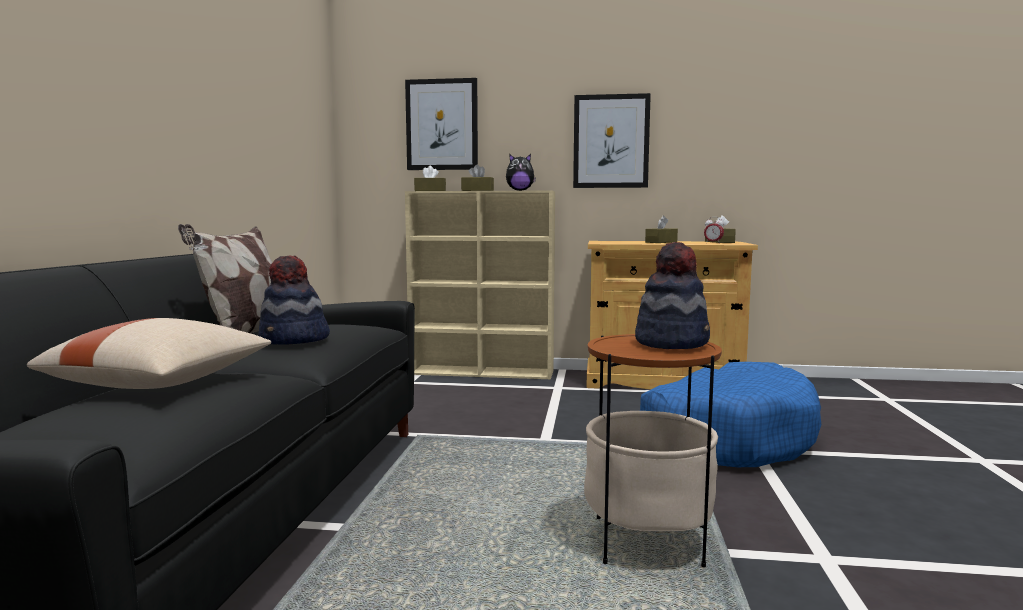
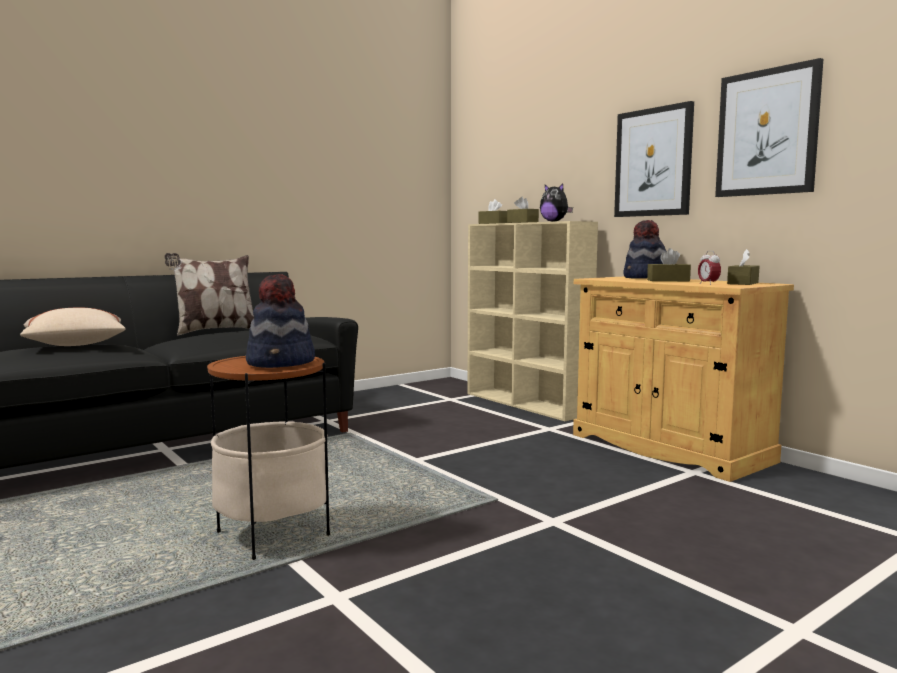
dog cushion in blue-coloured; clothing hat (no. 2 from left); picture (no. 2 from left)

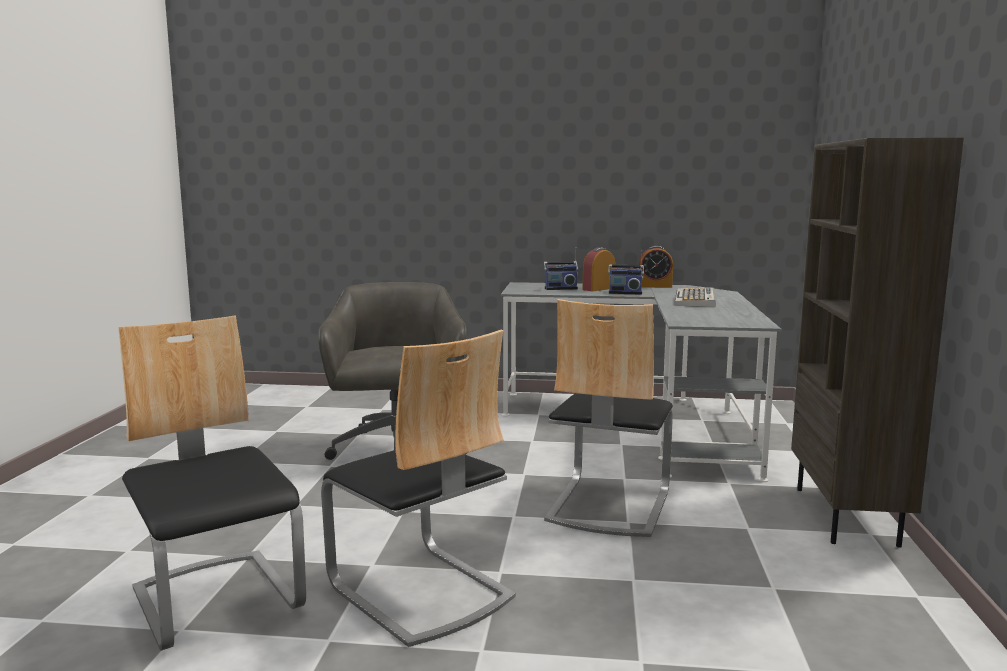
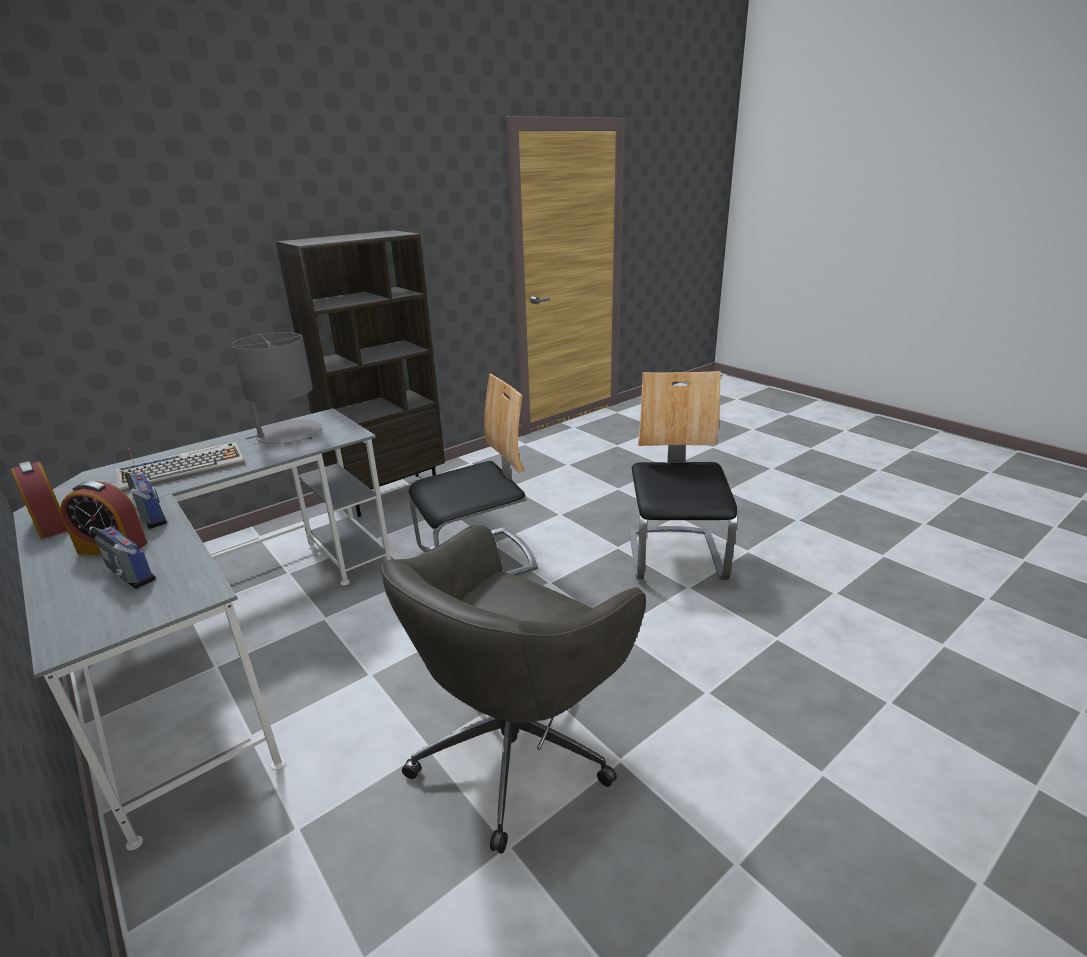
chair (no. 1 from left in the first image); lamp for a table in gray

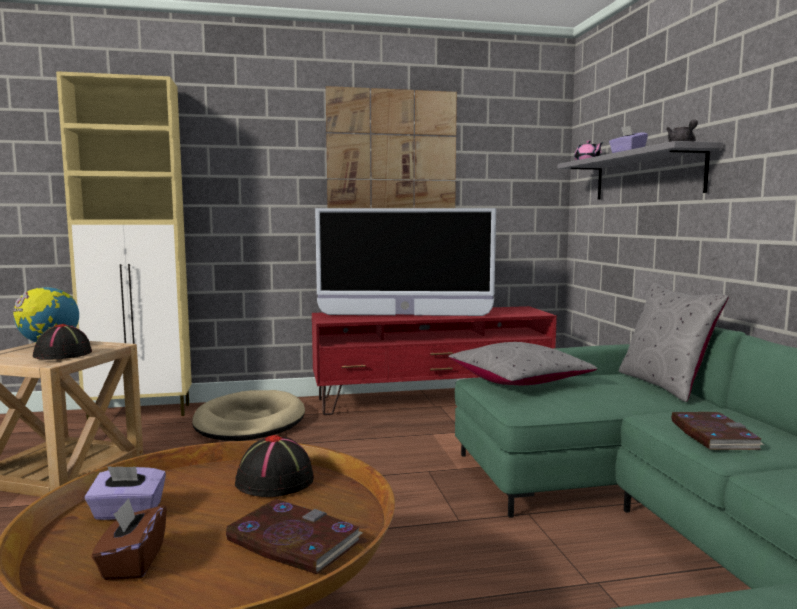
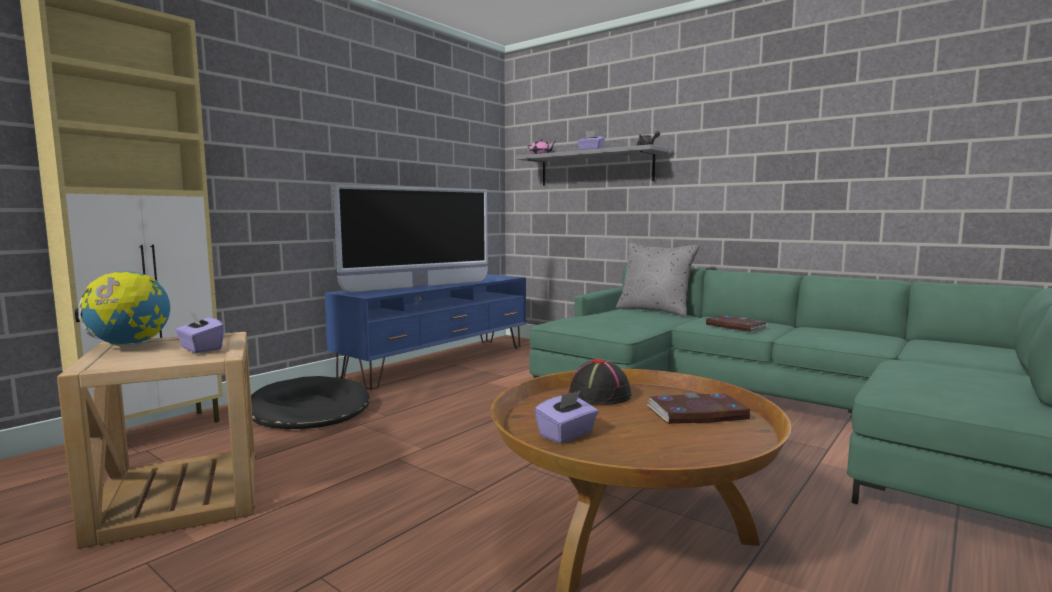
tissue holder in brown; picture; throw pillow in gray (no. 1 from left in the first image); tissue holder in purple-coloured (no. 1 from left); dog cushion in blackish; media console in blue-coloured

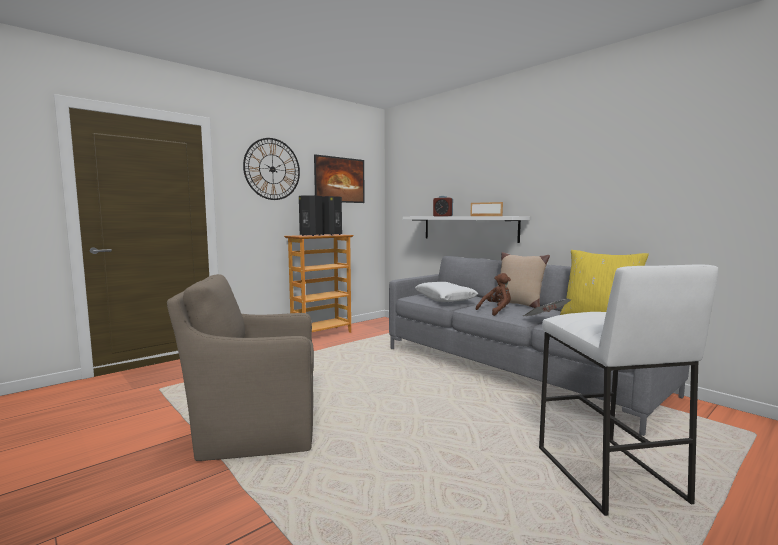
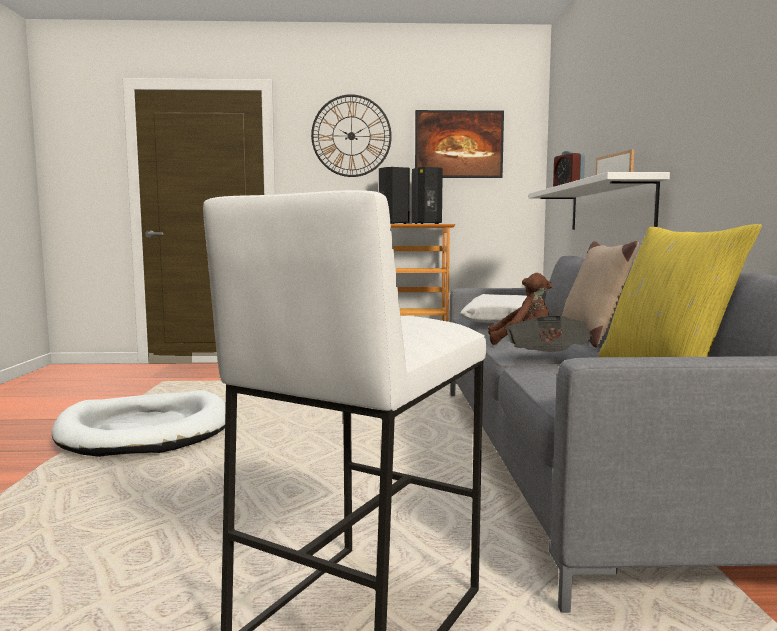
dog cushion in white

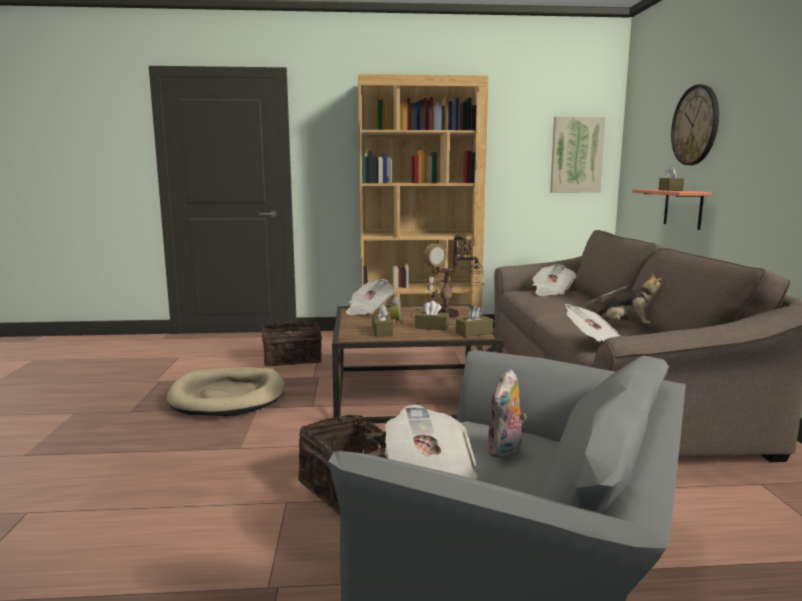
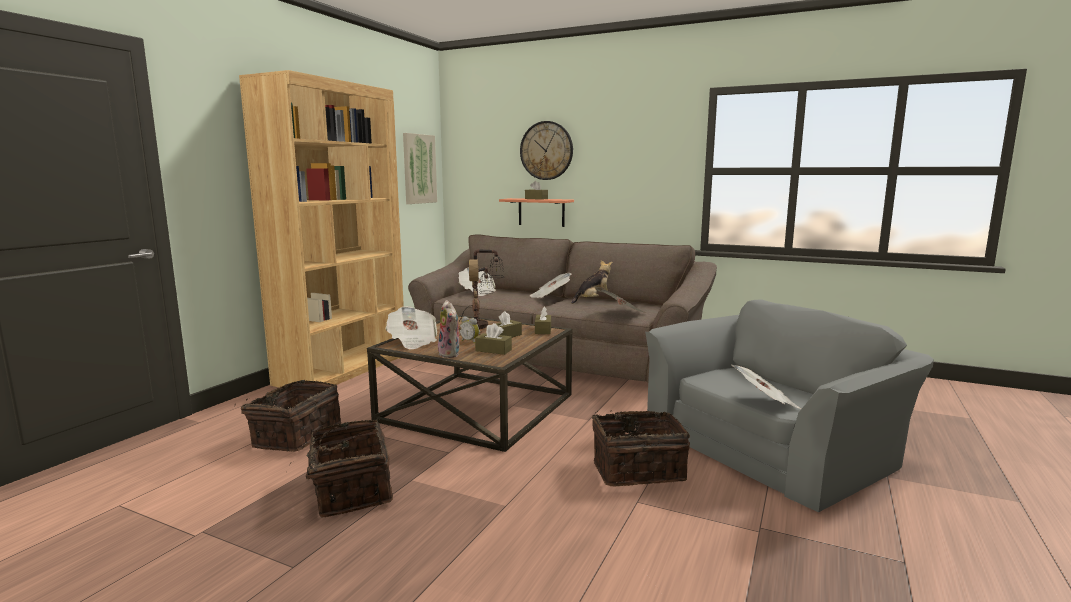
plush toy (no. 1 from left); storage basket (no. 2 from left)

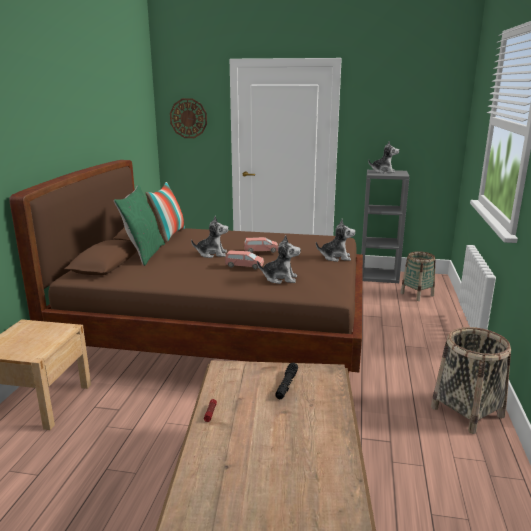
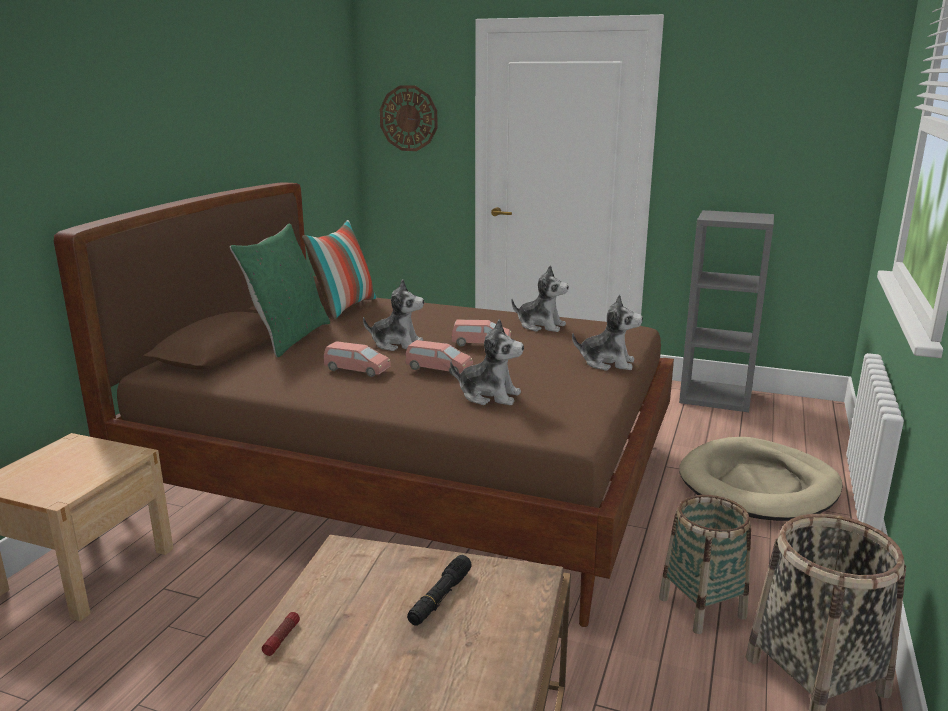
miniature car in pink-coloured (no. 1 from left); dog cushion in beige-coloured; plush toy (no. 3 from left); storage basket (no. 1 from left)

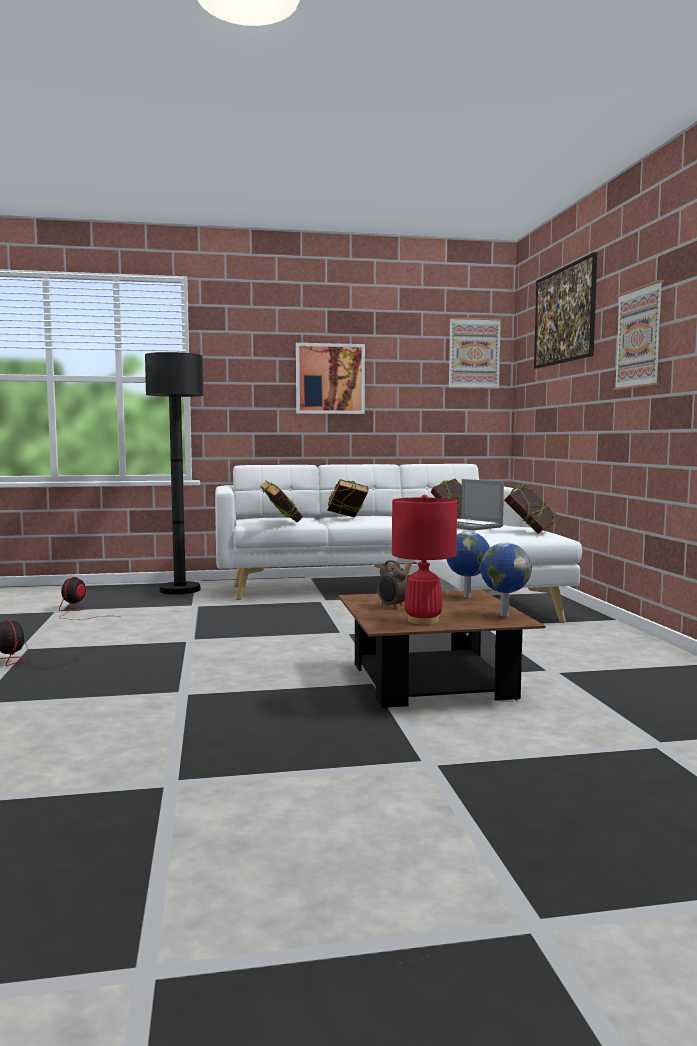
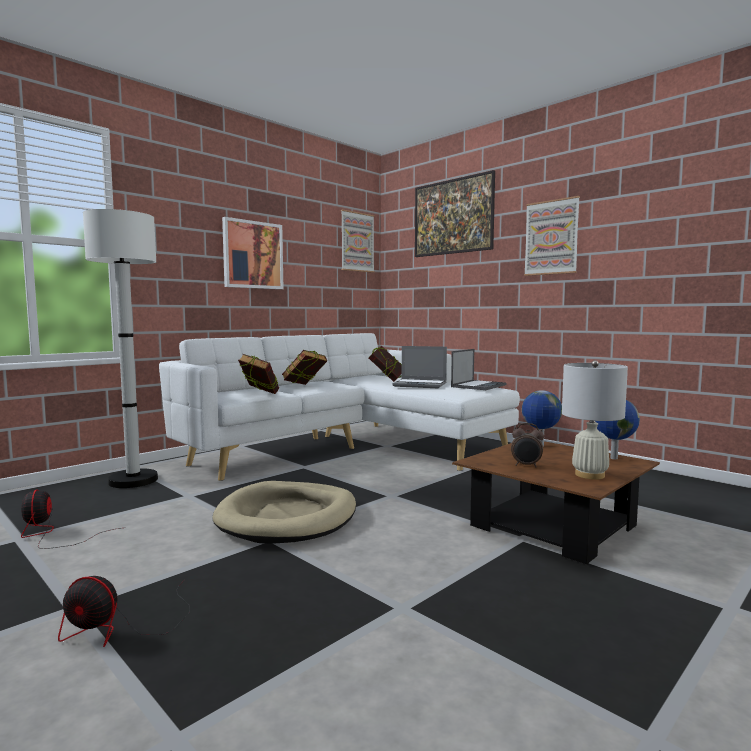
dog cushion in beige-coloured; laptop (no. 2 from left); standing lamp in white; lamp for a table in white

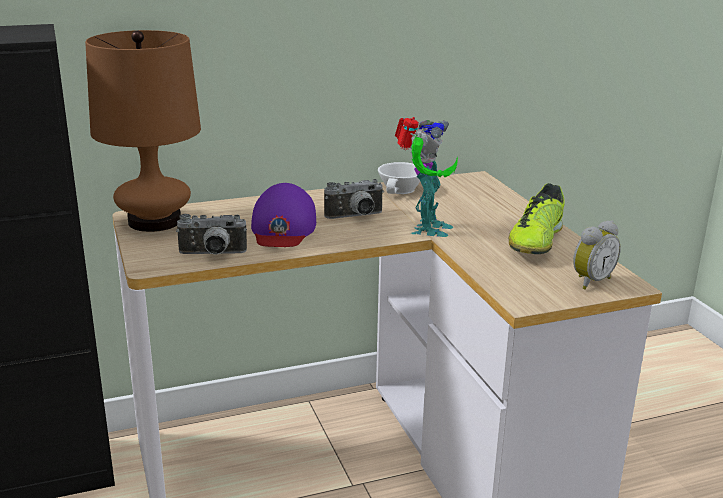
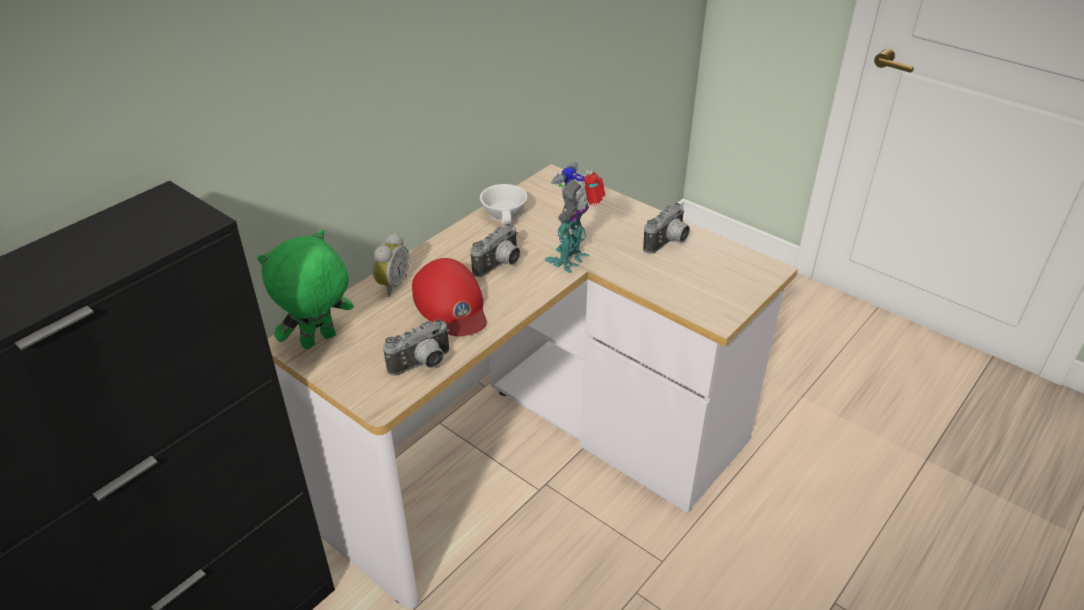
alarm clock; plush toy in green; photo camera (no. 3 from left); baseball cap in red; model robot

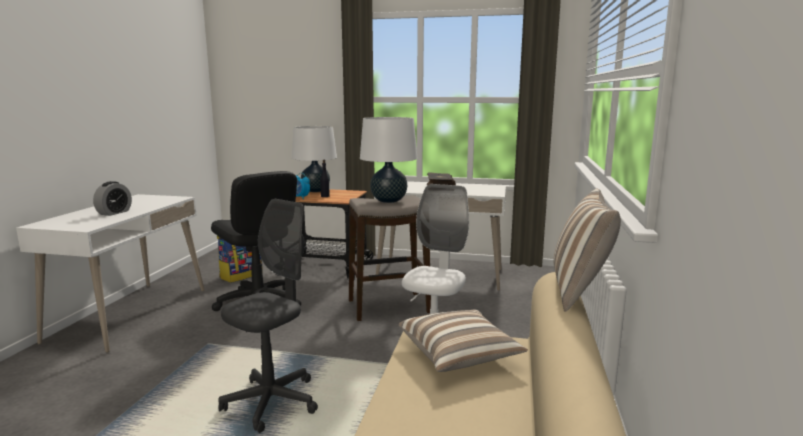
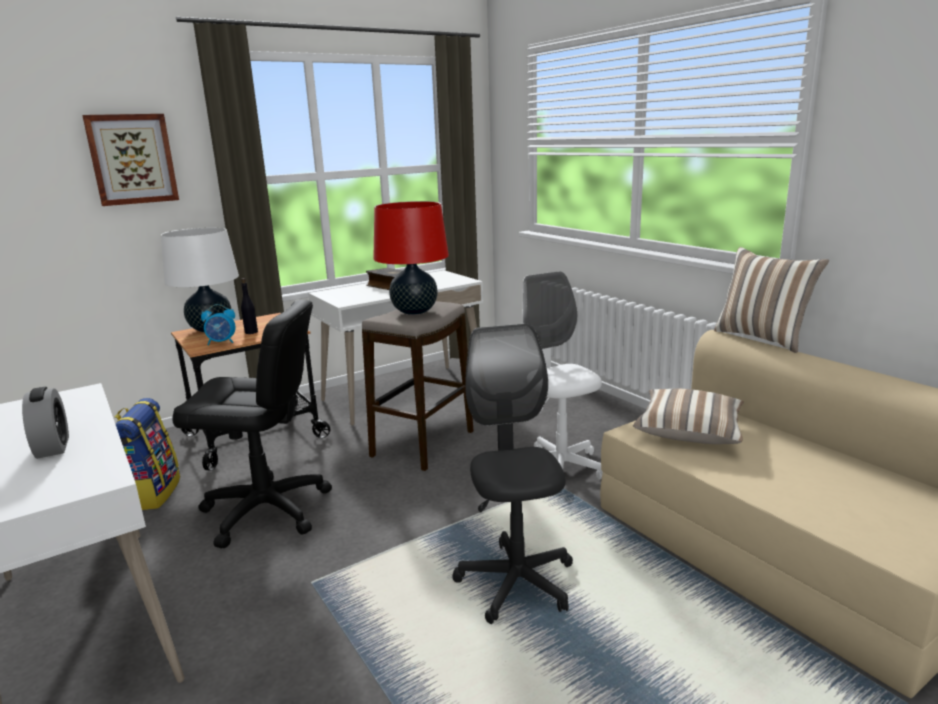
picture; lamp for a table in red

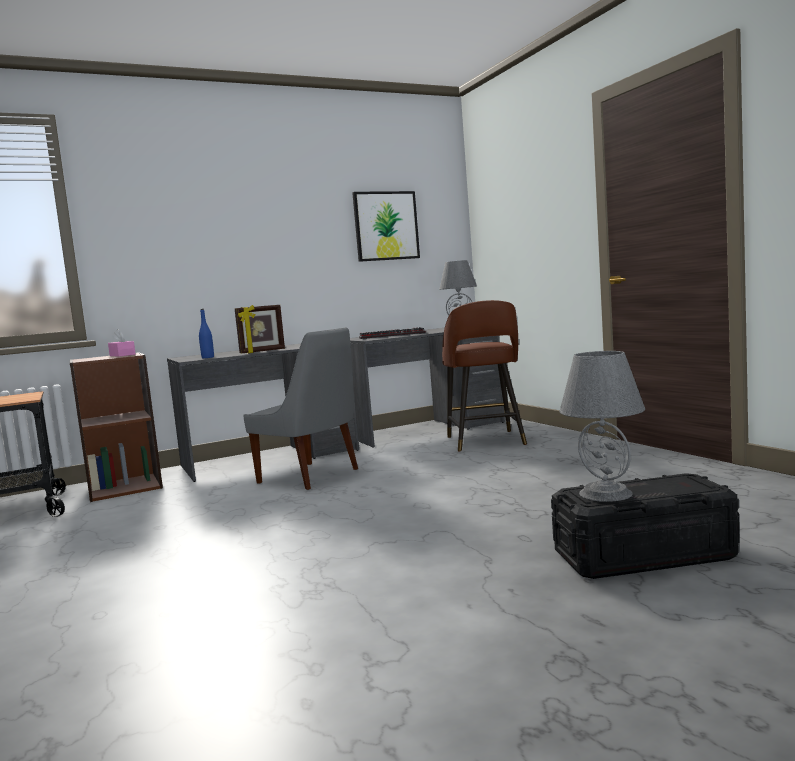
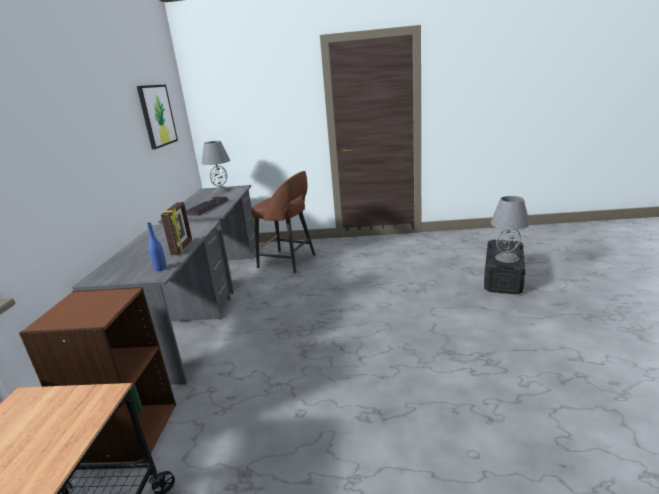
tissue holder in pink-coloured; chair in gray

